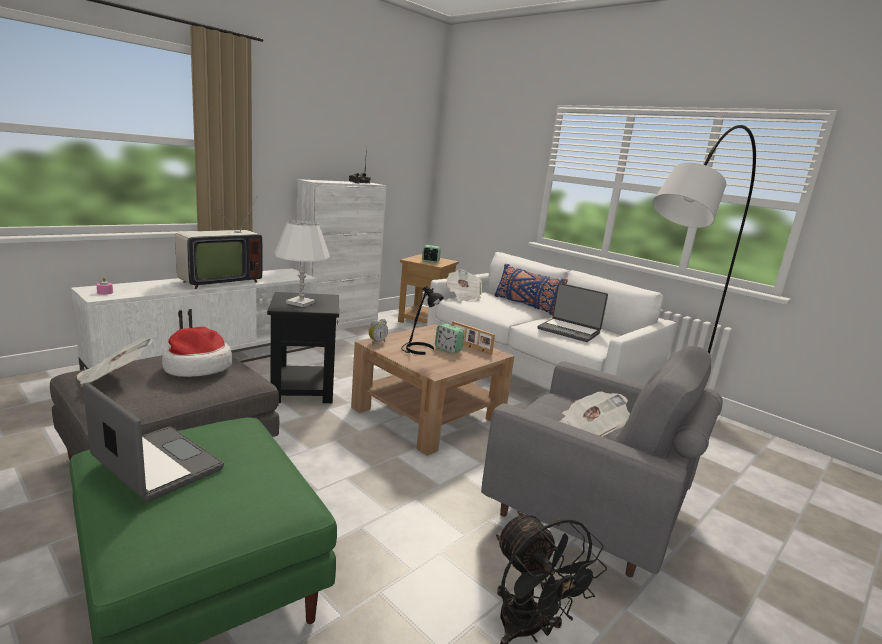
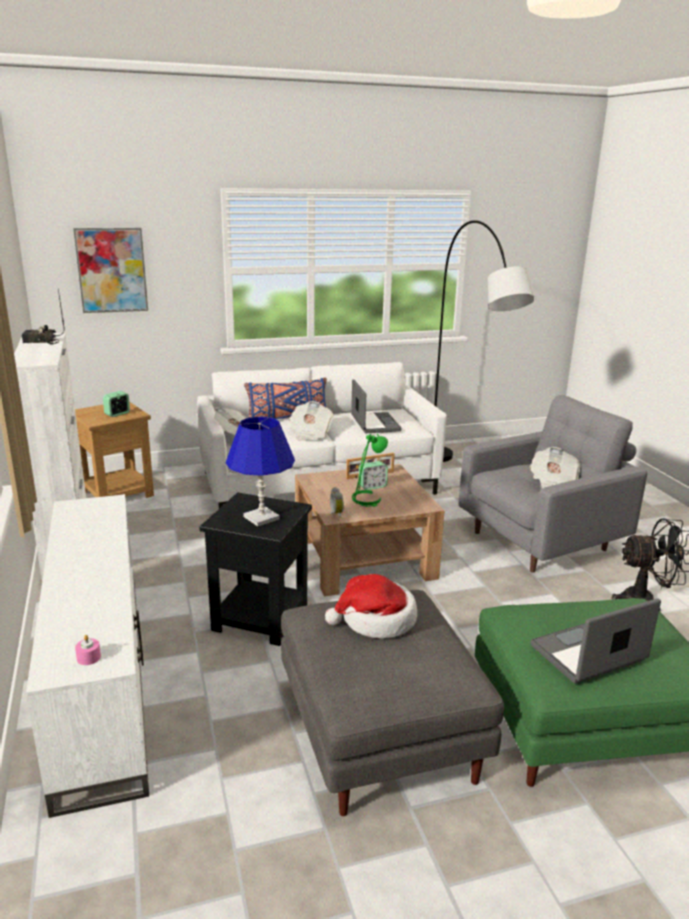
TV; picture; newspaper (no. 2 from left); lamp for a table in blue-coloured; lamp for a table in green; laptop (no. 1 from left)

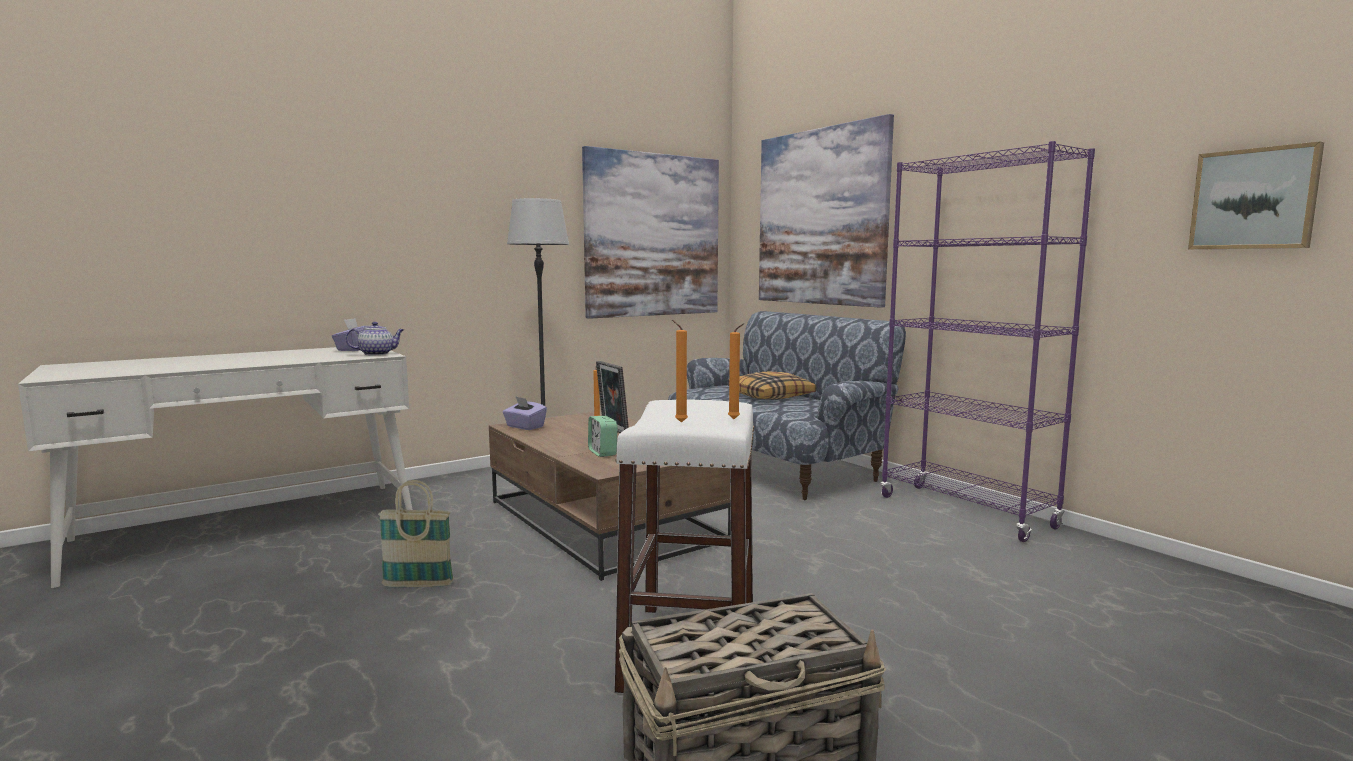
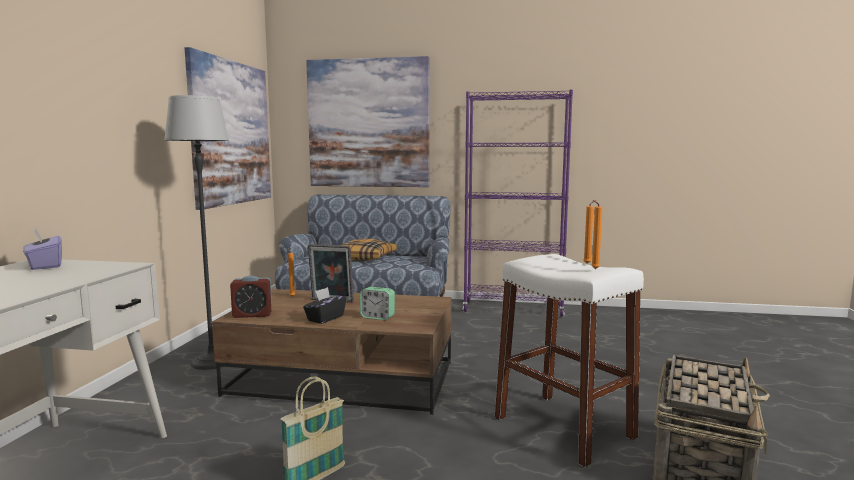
teapot; picture (no. 3 from left in the first image); tissue holder in blackish; alarm clock (no. 1 from left)

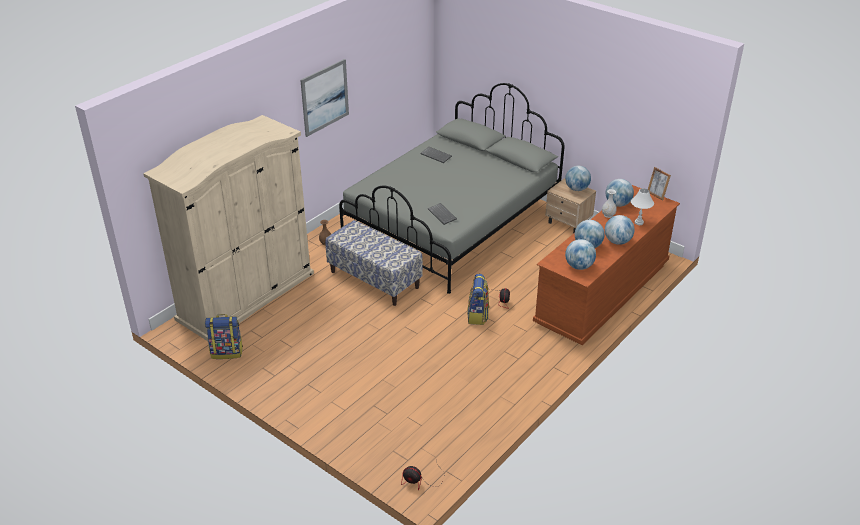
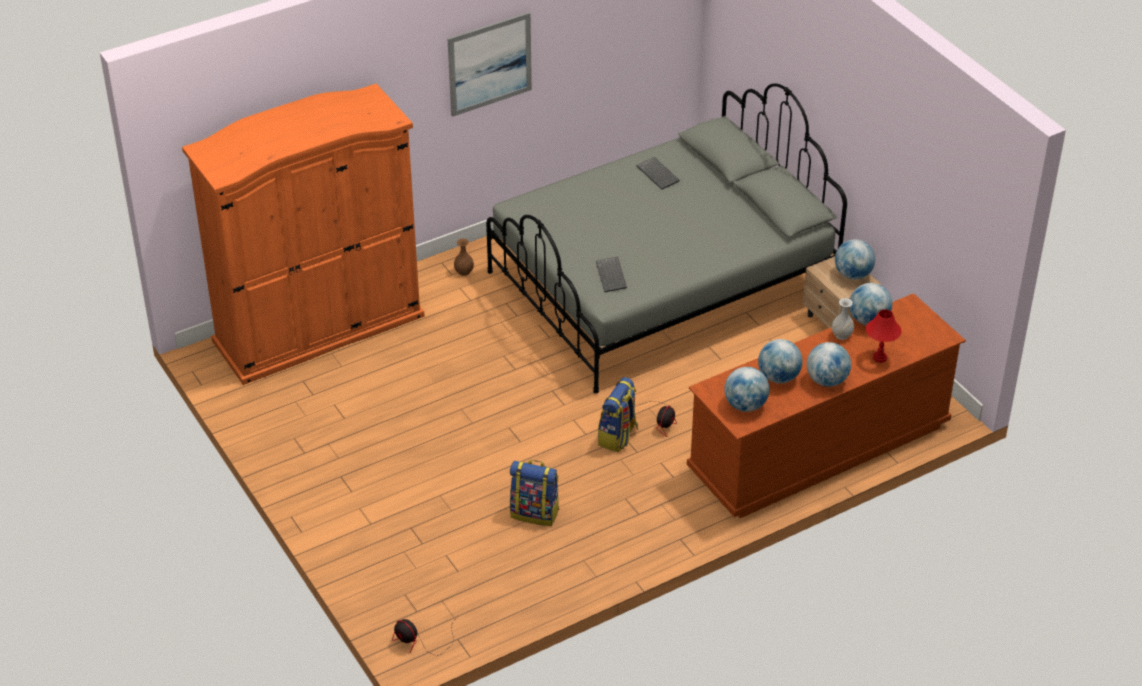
bench; picture frame; backpack (no. 1 from left); armoire in orange-coloured; lamp for a table in red

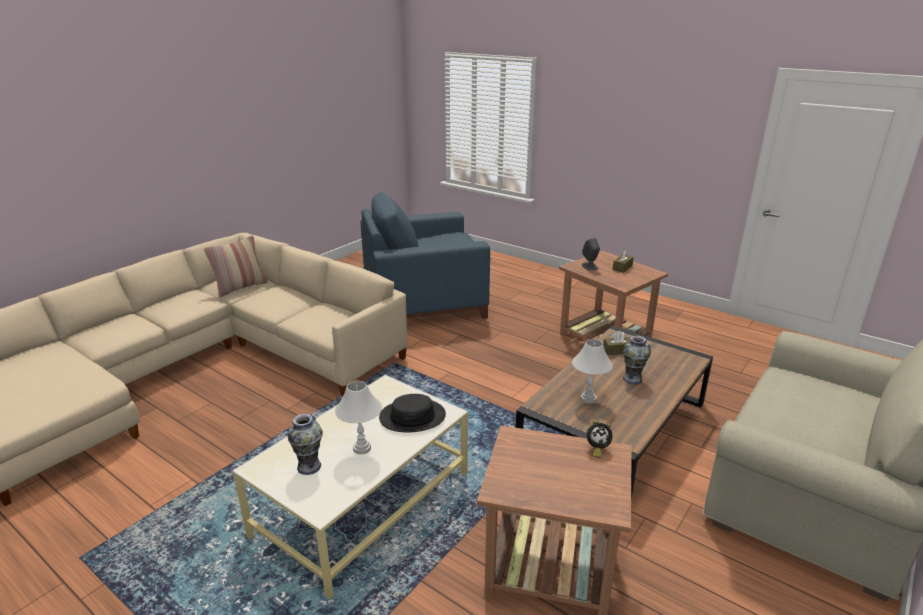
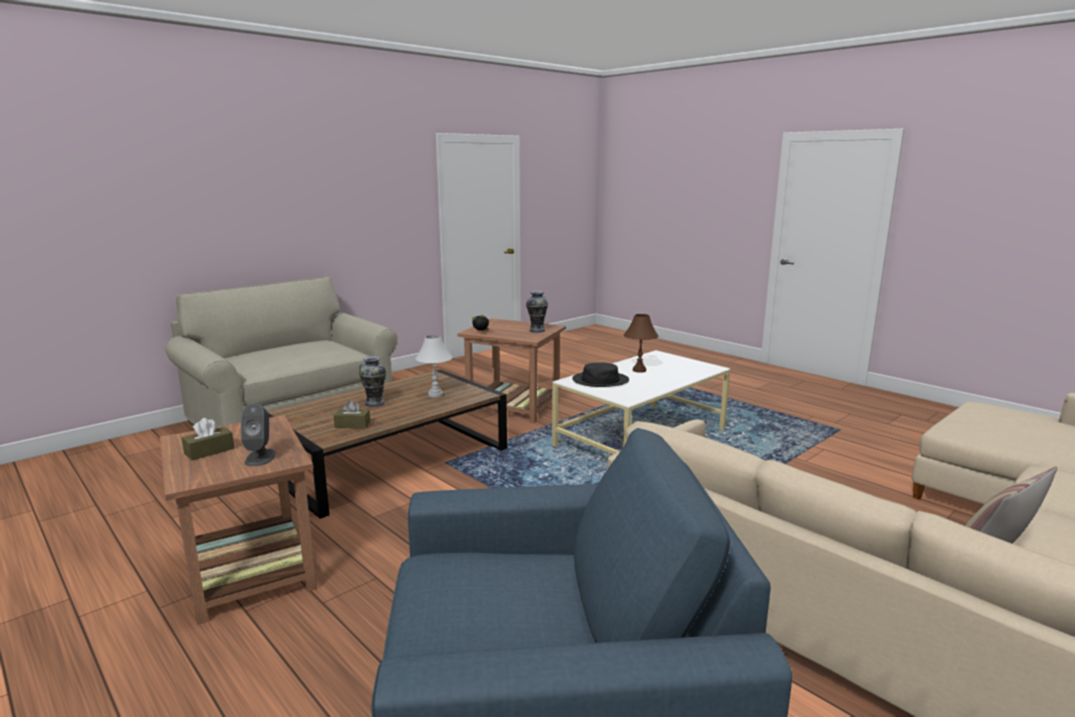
vase (no. 2 from left); lamp for a table in brown

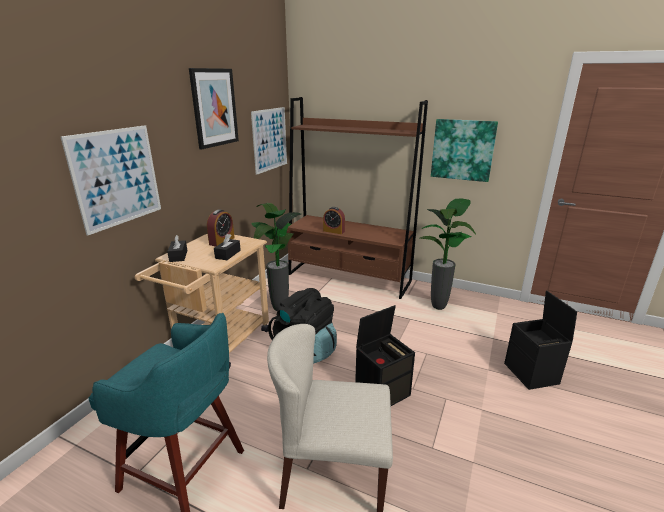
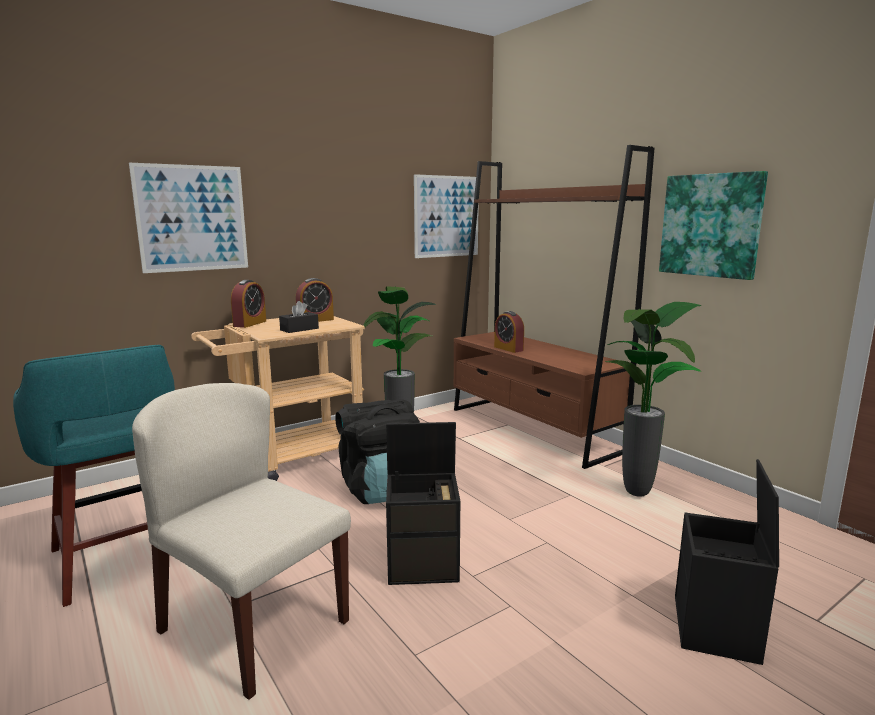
picture (no. 2 from left in the first image); alarm clock (no. 1 from left)

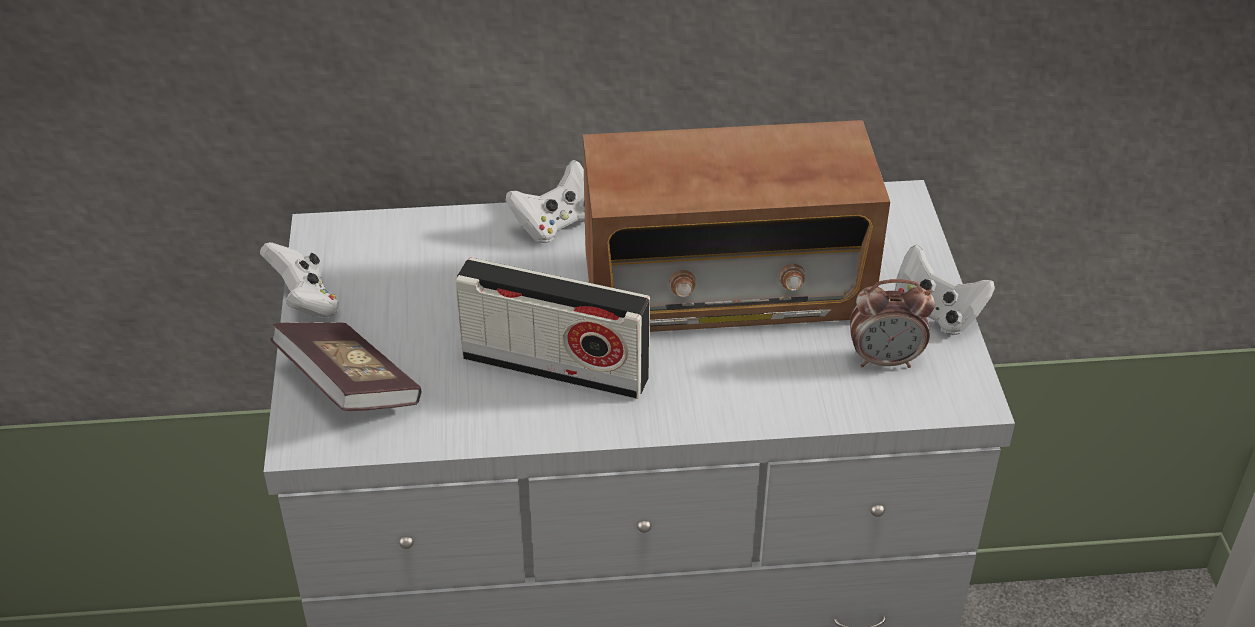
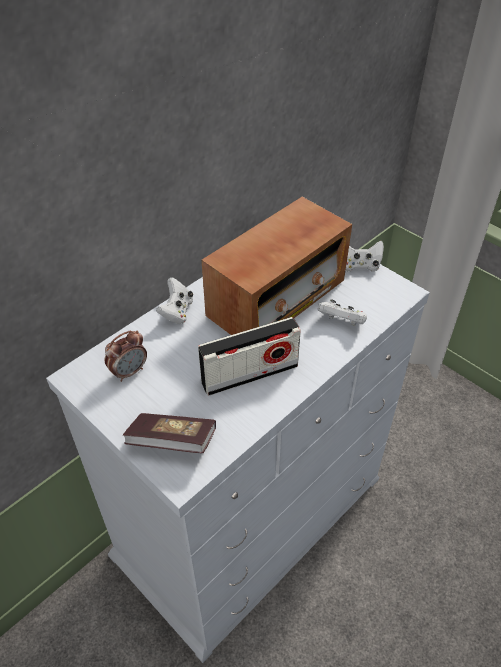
game controller in white (no. 2 from left); alarm clock

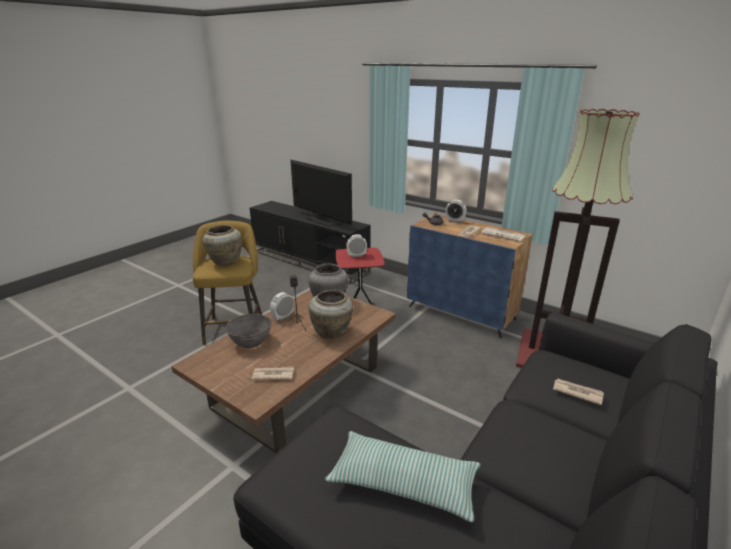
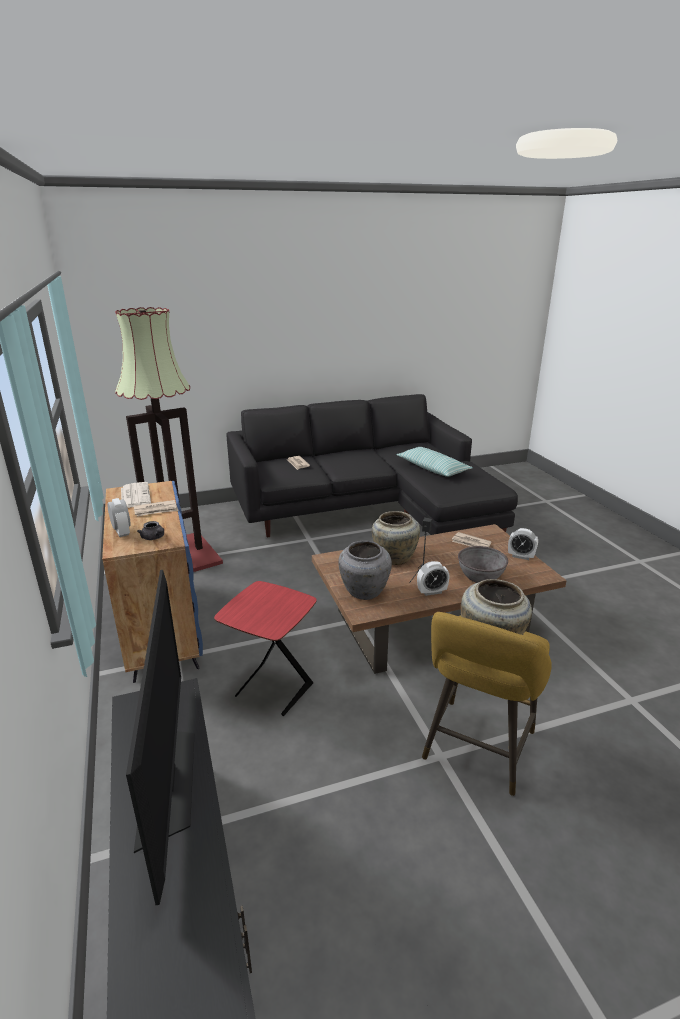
alarm clock (no. 3 from left)

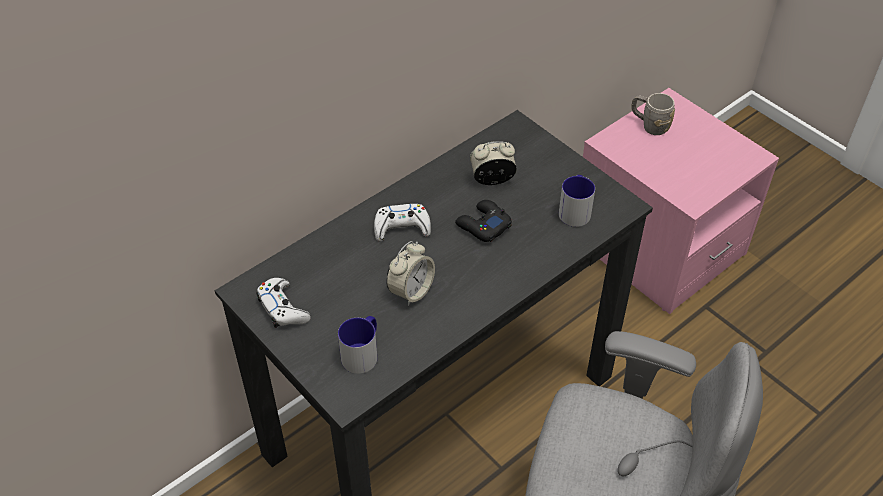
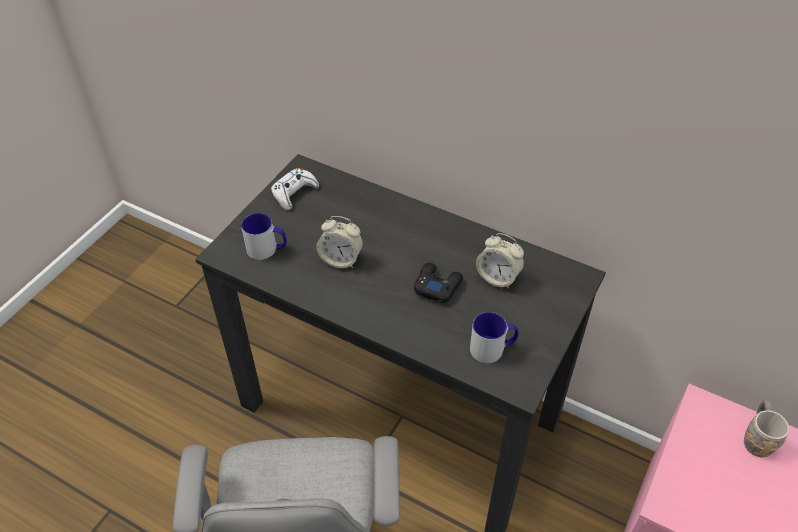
game controller in white (no. 2 from left in the first image); alarm clock (no. 2 from left)

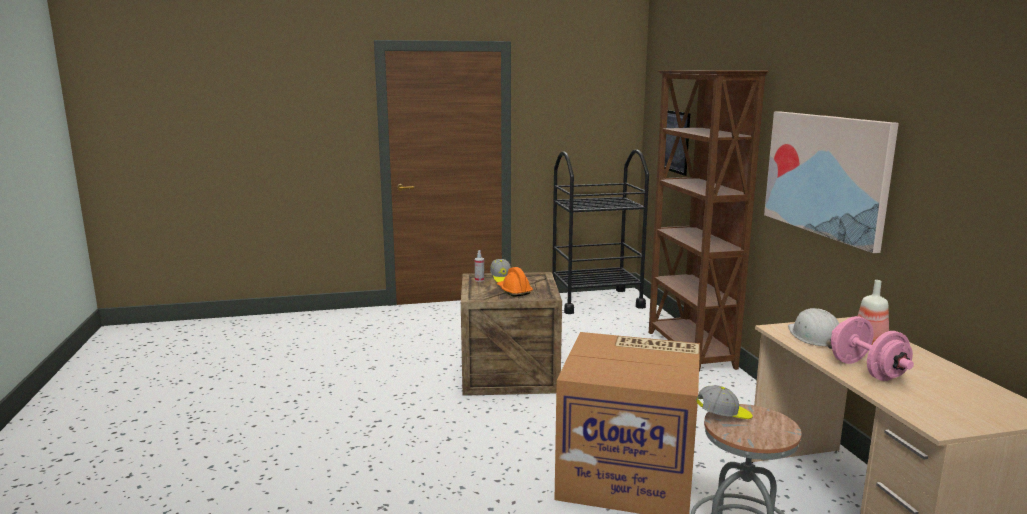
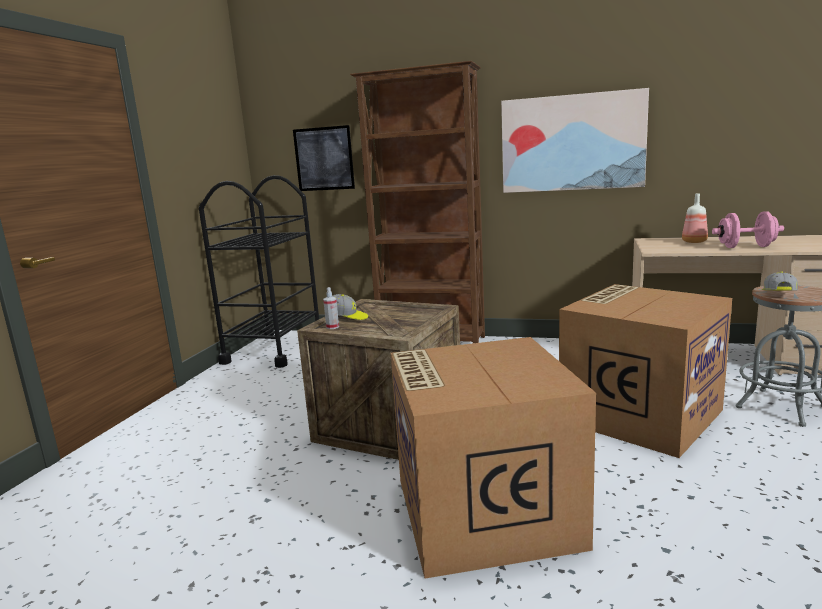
hard hat in orange-coloured; hard hat in white; packing box (no. 1 from left)

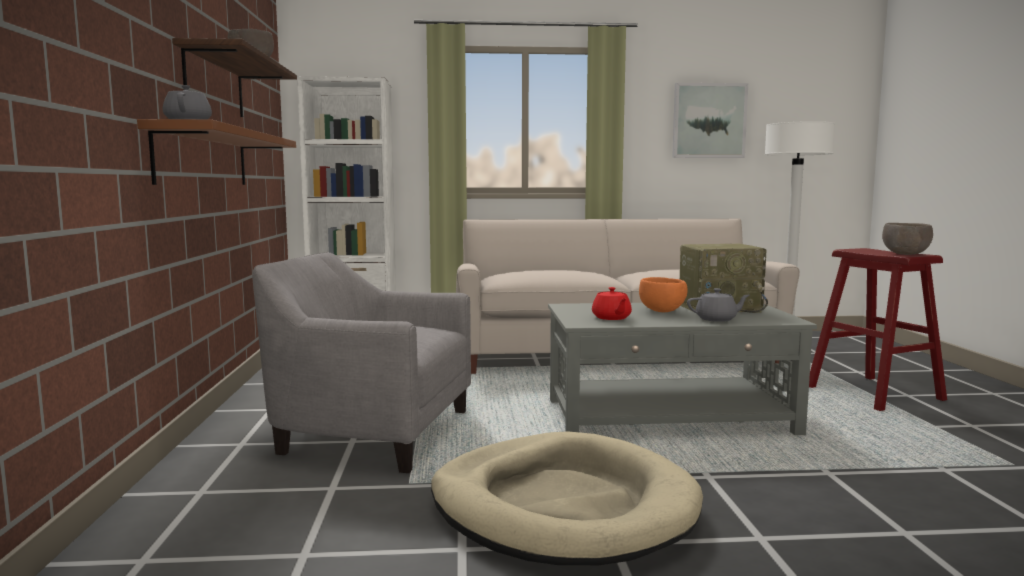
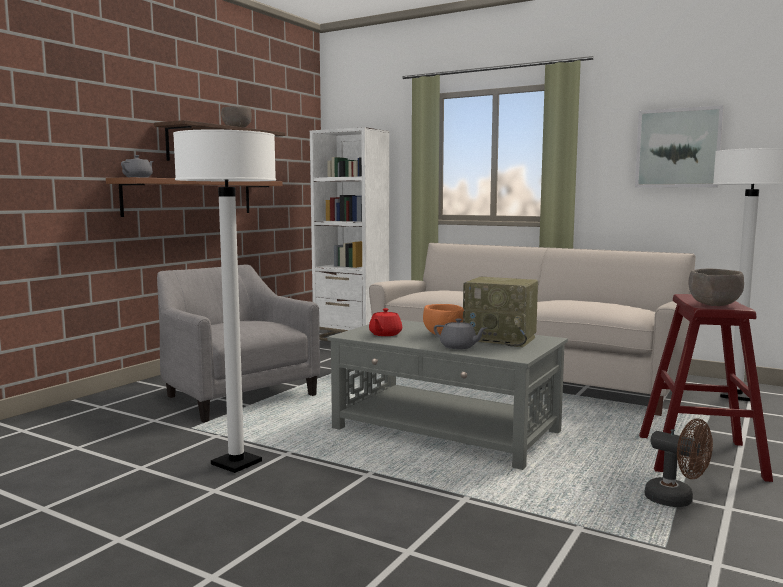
electric fan in brown; standing lamp in white (no. 1 from left)

